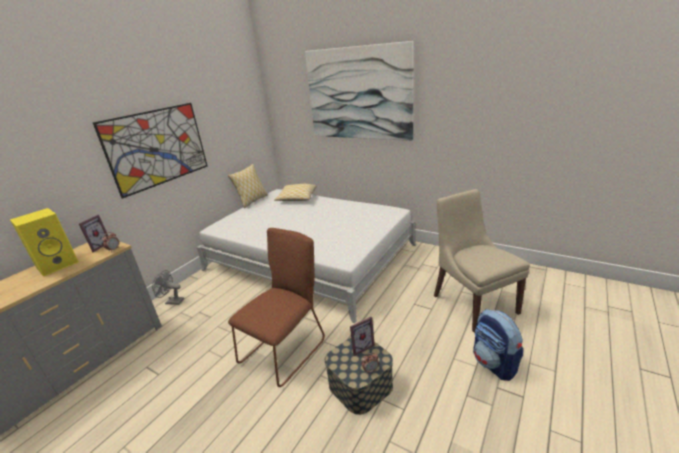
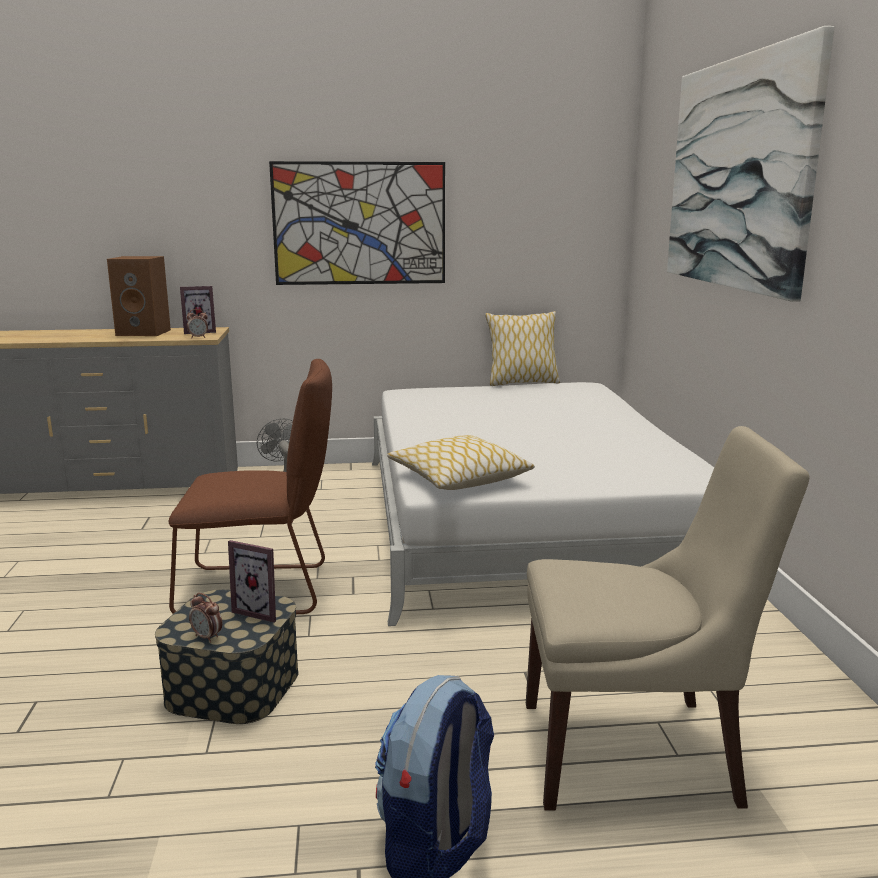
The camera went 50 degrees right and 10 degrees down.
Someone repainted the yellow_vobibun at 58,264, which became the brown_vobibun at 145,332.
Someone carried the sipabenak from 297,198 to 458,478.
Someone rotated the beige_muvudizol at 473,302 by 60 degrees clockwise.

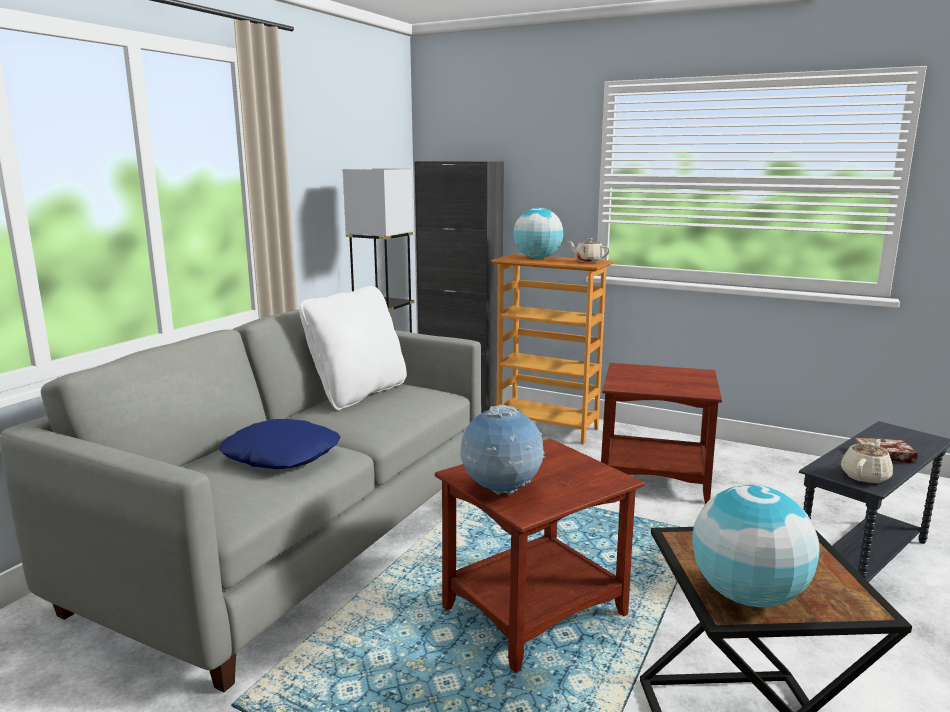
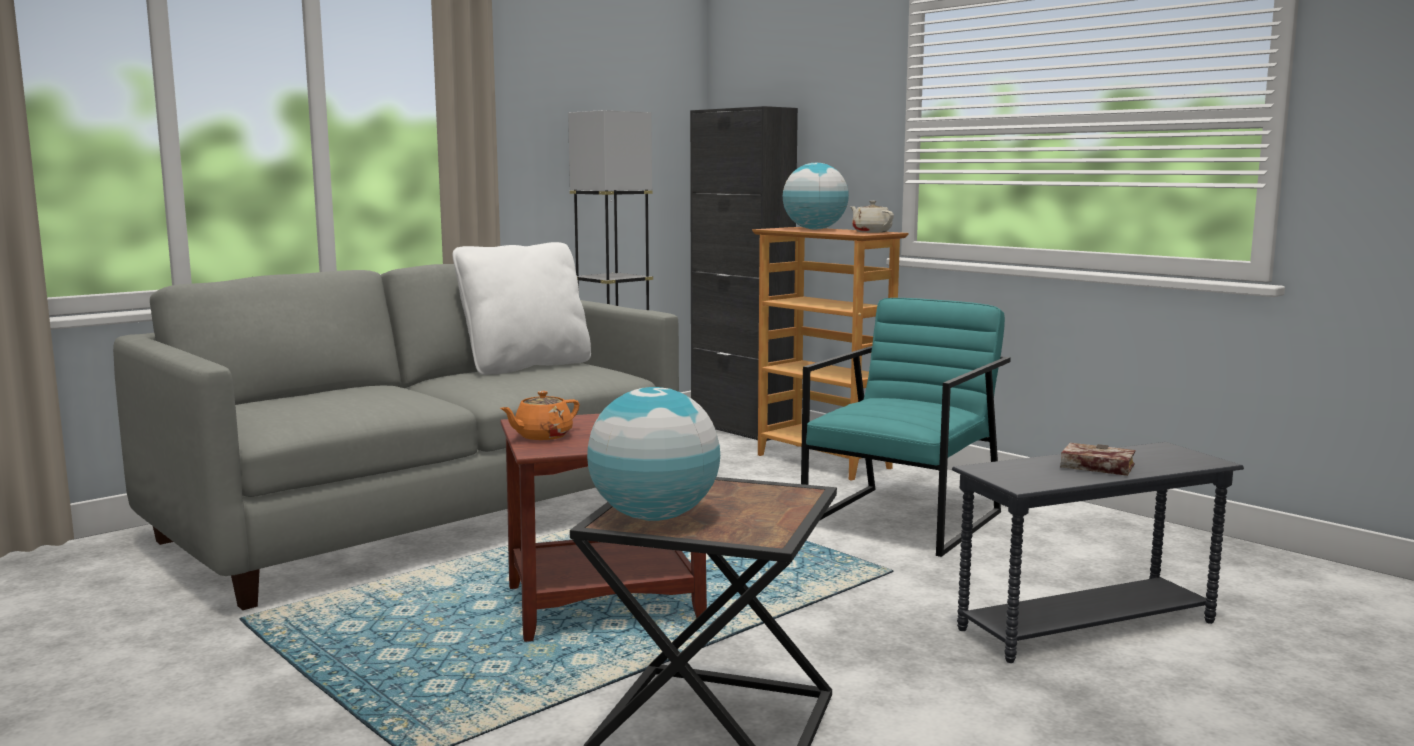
The camera went 20 degrees right and 5 degrees down.
Someone took away the blue_sipabenak at 282,455.
Someone swapped the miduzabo at 501,491 for the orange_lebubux at 542,436.
Someone swapped the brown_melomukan at 654,478 for the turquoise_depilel at 903,520.
Someone took away the beige_lebubux at 865,476.

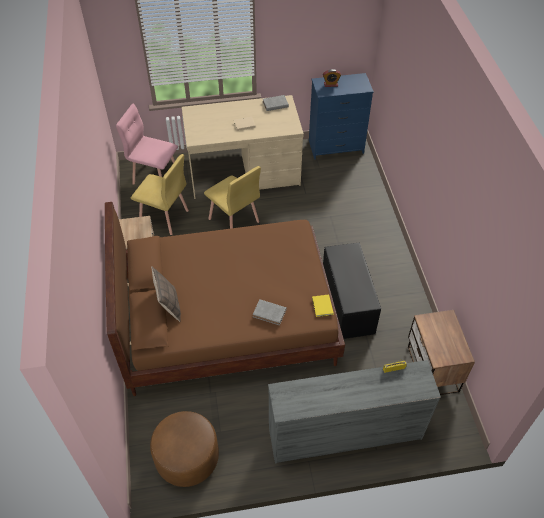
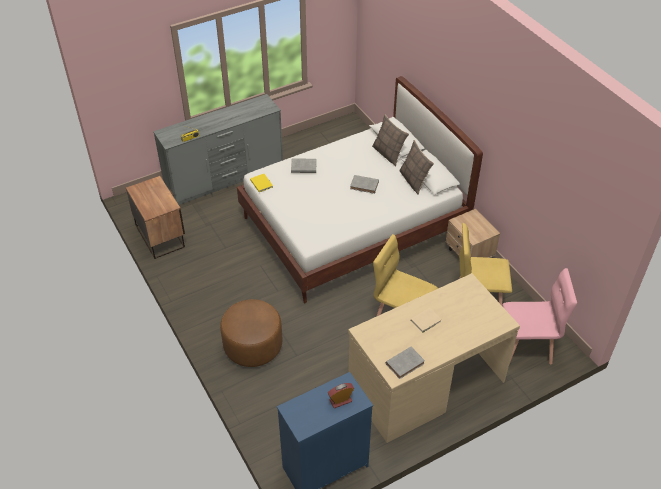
The camera went 160 degrees right and 5 degrees down.
Someone repainted the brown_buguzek at 227,319, which became the white_buguzek at 353,226.
Someone carried the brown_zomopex from 187,458 to 253,345.
Someone took away the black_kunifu at 346,303.
Someone put down the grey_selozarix at 365,185.
Someone put down the sipabenak at 414,181.

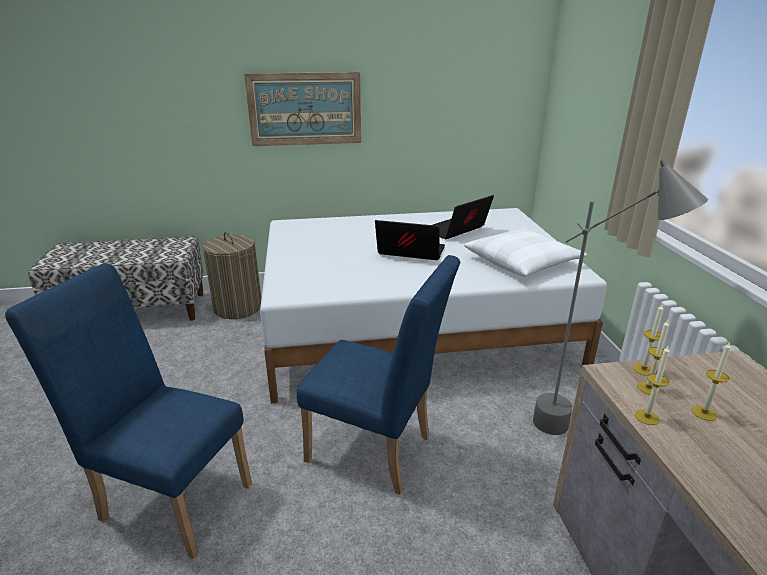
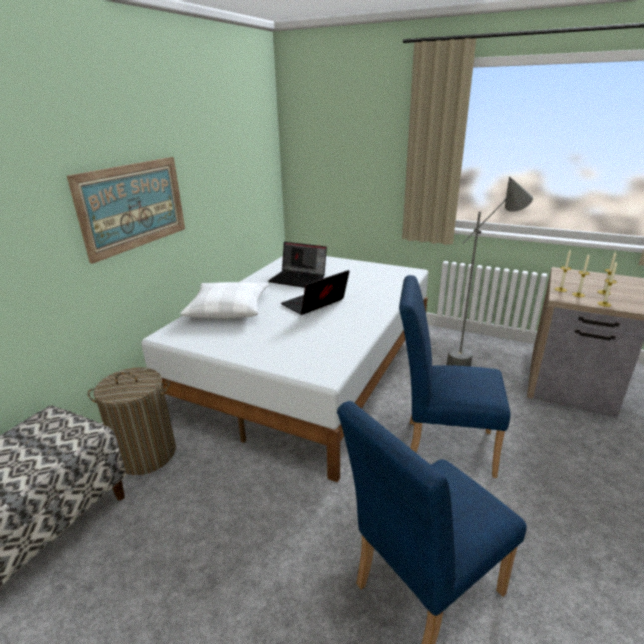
The camera went 55 degrees left and 0 degrees up.
Someone rotated the blue_muvudizol at 377,452 by 135 degrees counterclockwise.
Someone rotated the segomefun at 455,230 by 60 degrees counterclockwise.
Someone carried the white_sipabenak from 522,262 to 228,308.

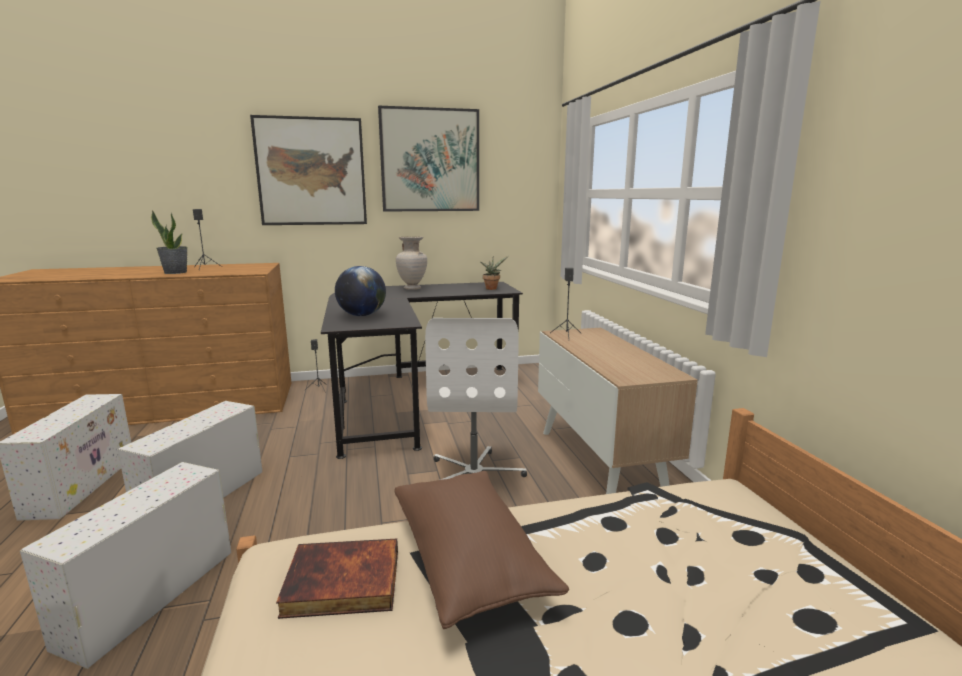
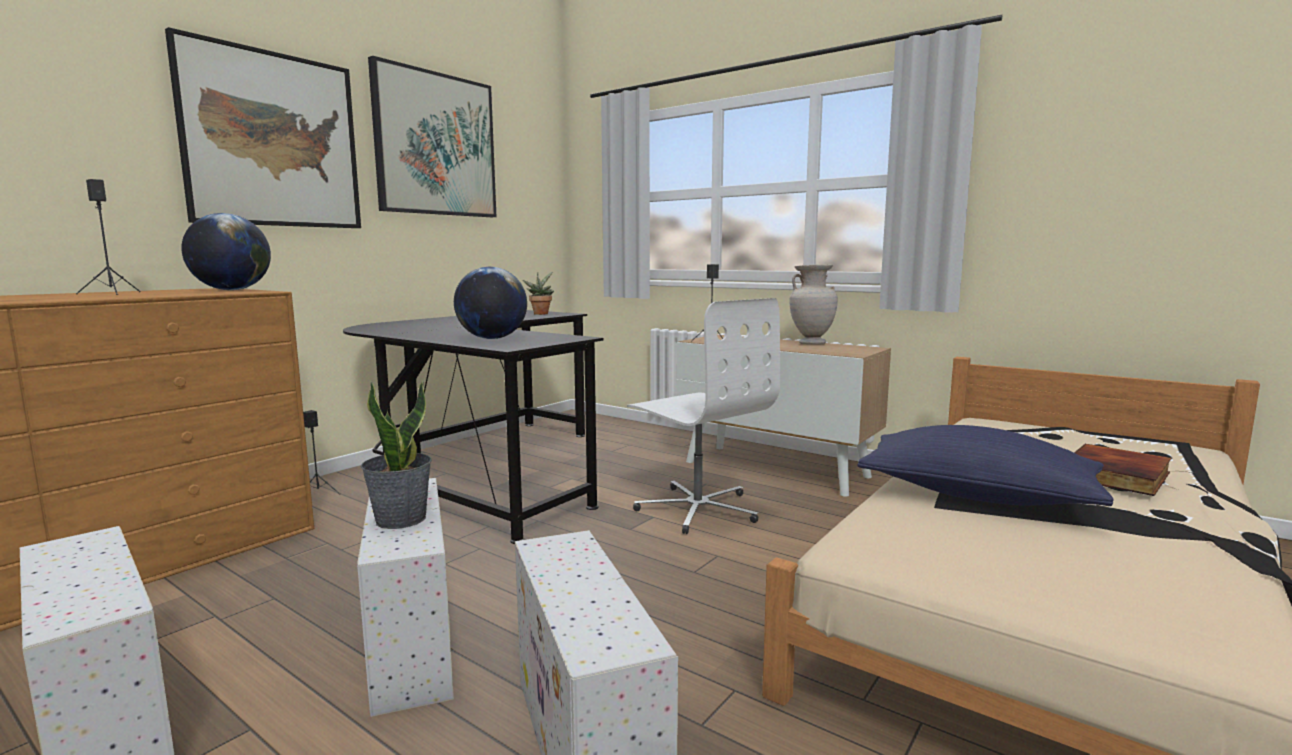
The camera went 40 degrees left and 5 degrees down.
Someone carried the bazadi from 175,272 to 400,519.
Someone carried the selozarix from 341,584 to 1118,475.
Someone repainted the brown_sipabenak at 469,560, which became the blue_sipabenak at 976,495.
Someone carried the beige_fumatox from 412,288 to 811,343.
Someone put down the miduzabo at 231,290.

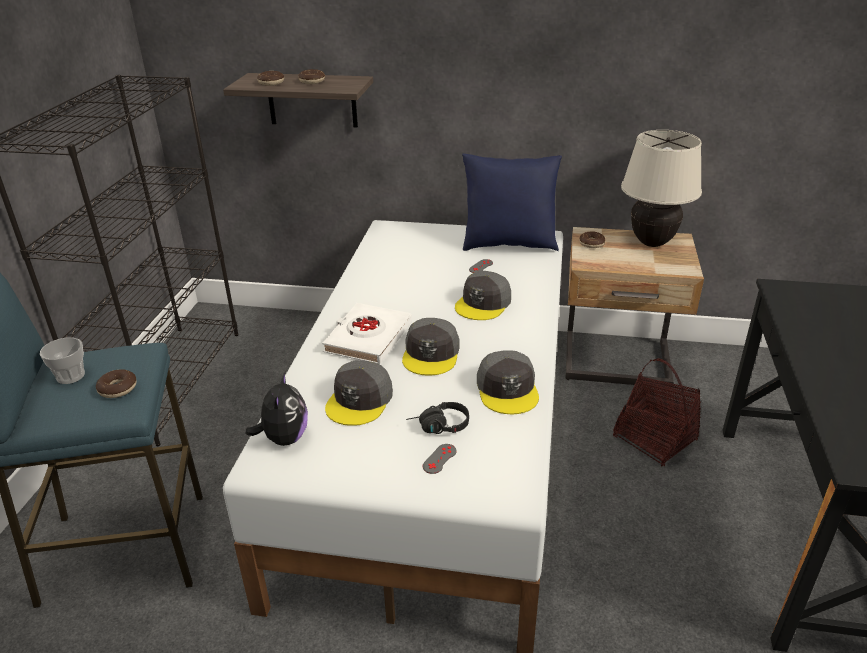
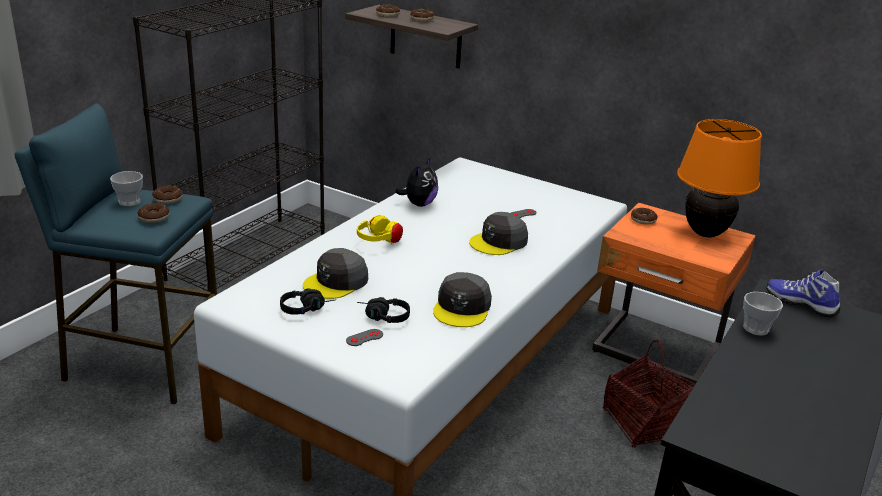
The camera went 20 degrees right and 5 degrees down.
Someone carried the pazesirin from 284,438 to 419,204.
Someone swapped the white_selozarix at 368,338 for the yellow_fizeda at 378,242.
Someone took away the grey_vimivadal at 431,354.
Someone took away the blue_sipabenak at 509,244.
Someone repainted the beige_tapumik at 617,363, which became the orange_tapumik at 656,352.
Someone repainted the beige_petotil at 651,242, which became the orange_petotil at 705,233.
Someone put down the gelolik at 168,199.
Someone put down the black_fizeda at 307,308.
Someone put down the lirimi at 756,328.
Someone put down the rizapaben at 801,303.

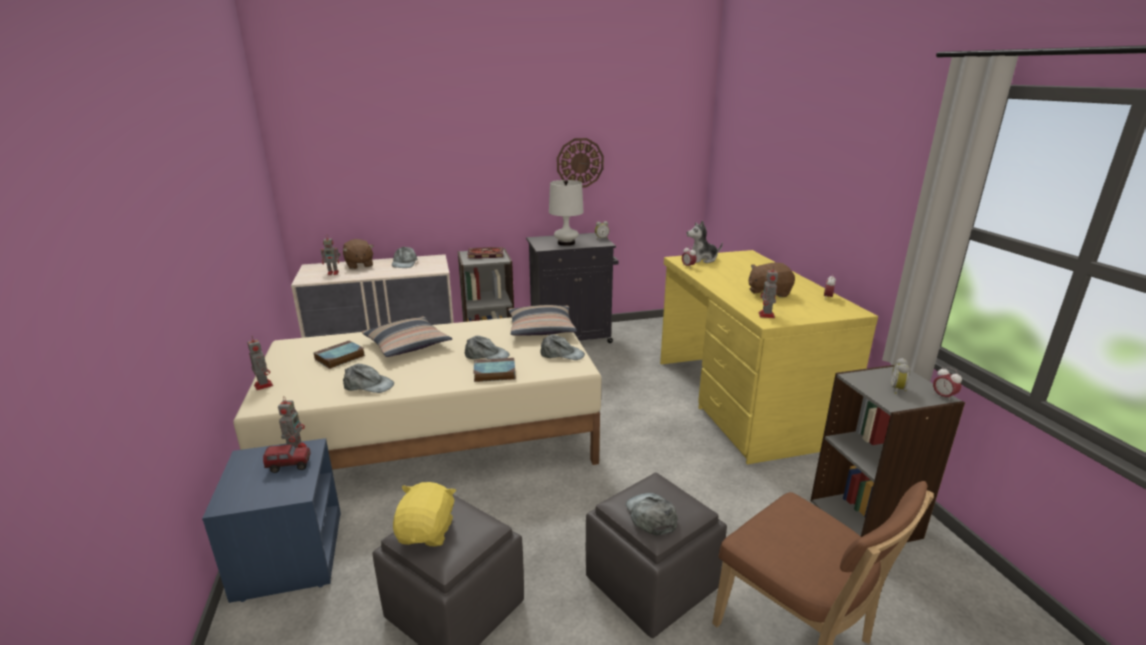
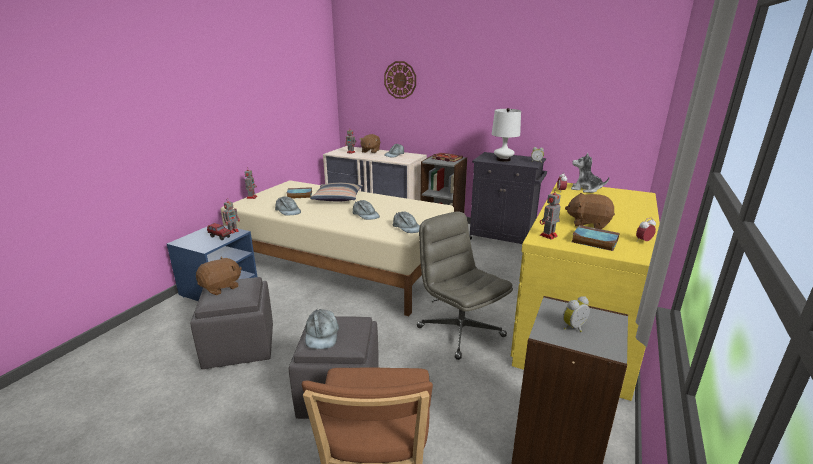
The camera went 40 degrees right and 0 degrees up.
Someone repainted the yellow_pazesirin at 427,532, which became the brown_pazesirin at 221,287.
Someone carried the selozarix from 493,373 to 593,241.
Someone took away the sipabenak at 541,329.
Someone carried the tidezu from 580,163 to 400,80.
Someone rotated the grey_vimivadal at 651,515 by 150 degrees clockwise.
Someone took away the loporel at 943,397.
Someone put down the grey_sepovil at 459,331.

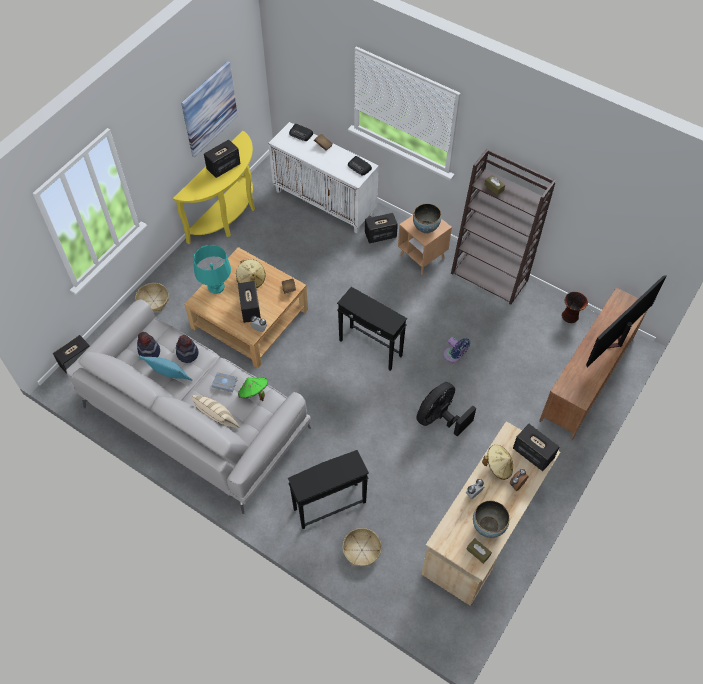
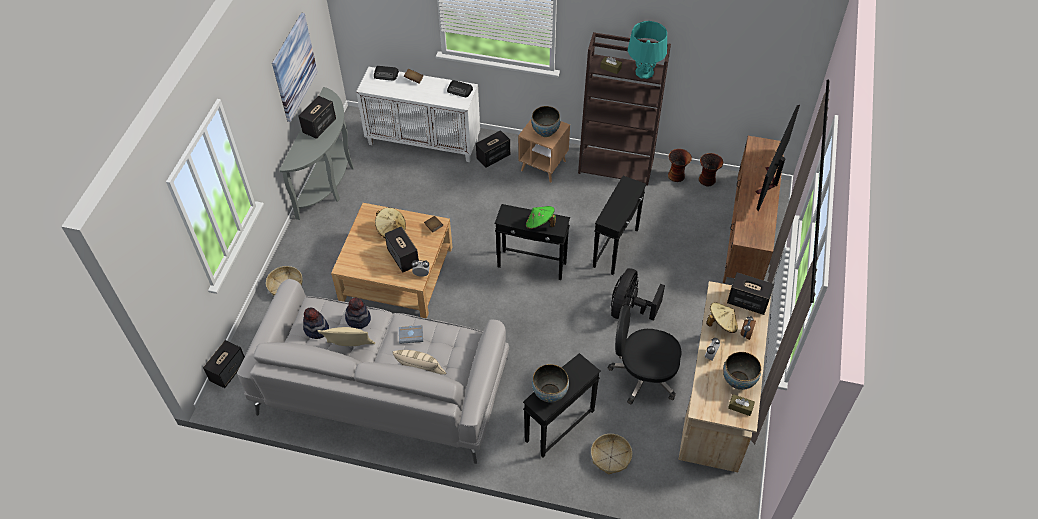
The camera went 20 degrees left and 5 degrees down.
Someone repainted the turquoise_sipabenak at 170,377, which became the beige_sipabenak at 350,348.
Someone repainted the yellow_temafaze at 228,216, which became the grey_temafaze at 329,181.
Someone carried the turquoise_petotil from 216,287 to 644,72.
Someone carried the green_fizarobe from 254,393 to 540,224.
Someone swapped the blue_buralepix at 454,356 for the black_melomukan at 616,248.
Someone put down the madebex at 550,393.
Someone put down the black_sepovil at 643,375.
Someone put down the fumatox at 676,175.

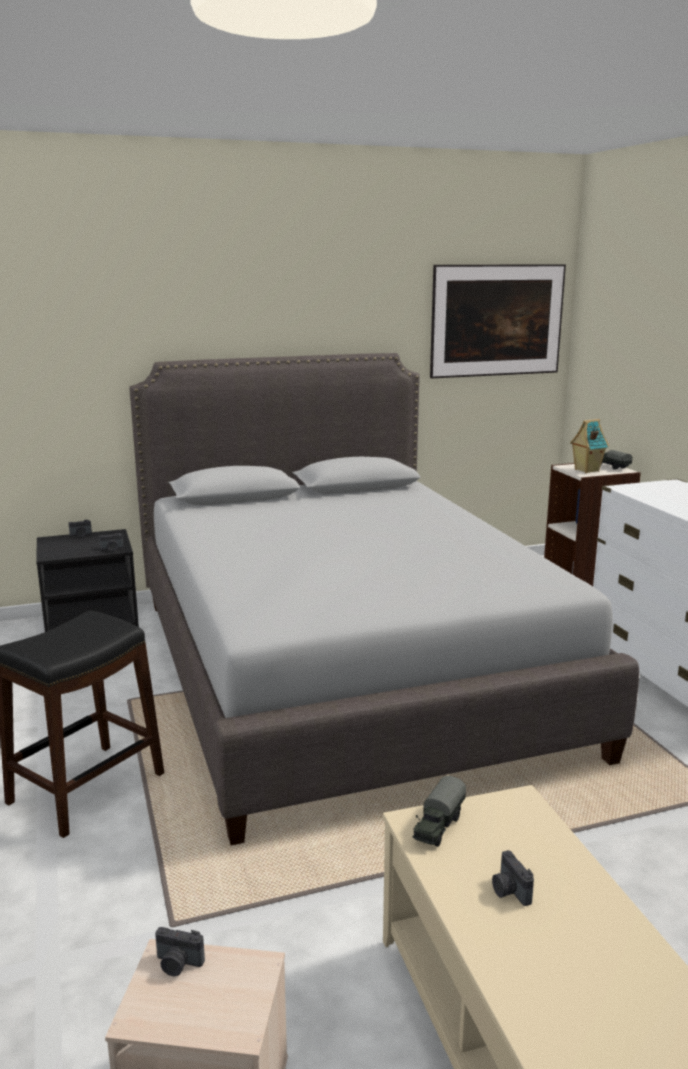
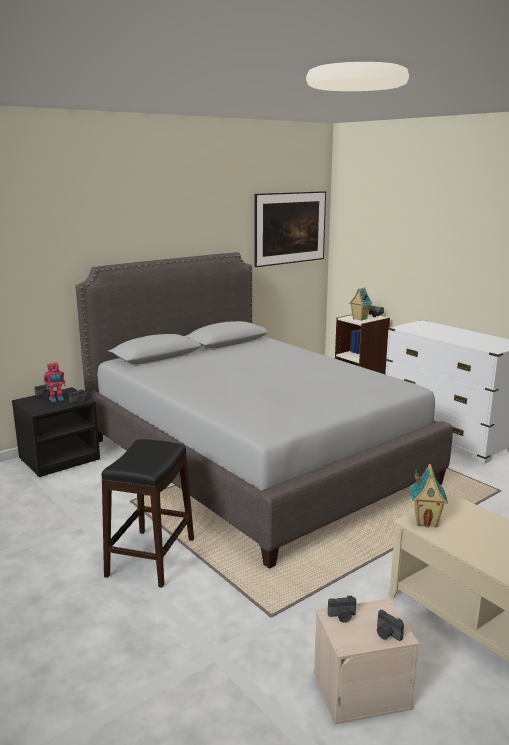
The camera went 20 degrees left and 0 degrees up.
Someone swapped the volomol at 438,826 for the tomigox at 426,521.
Someone carried the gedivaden from 509,891 to 387,634.
Someone put down the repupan at 56,399.

